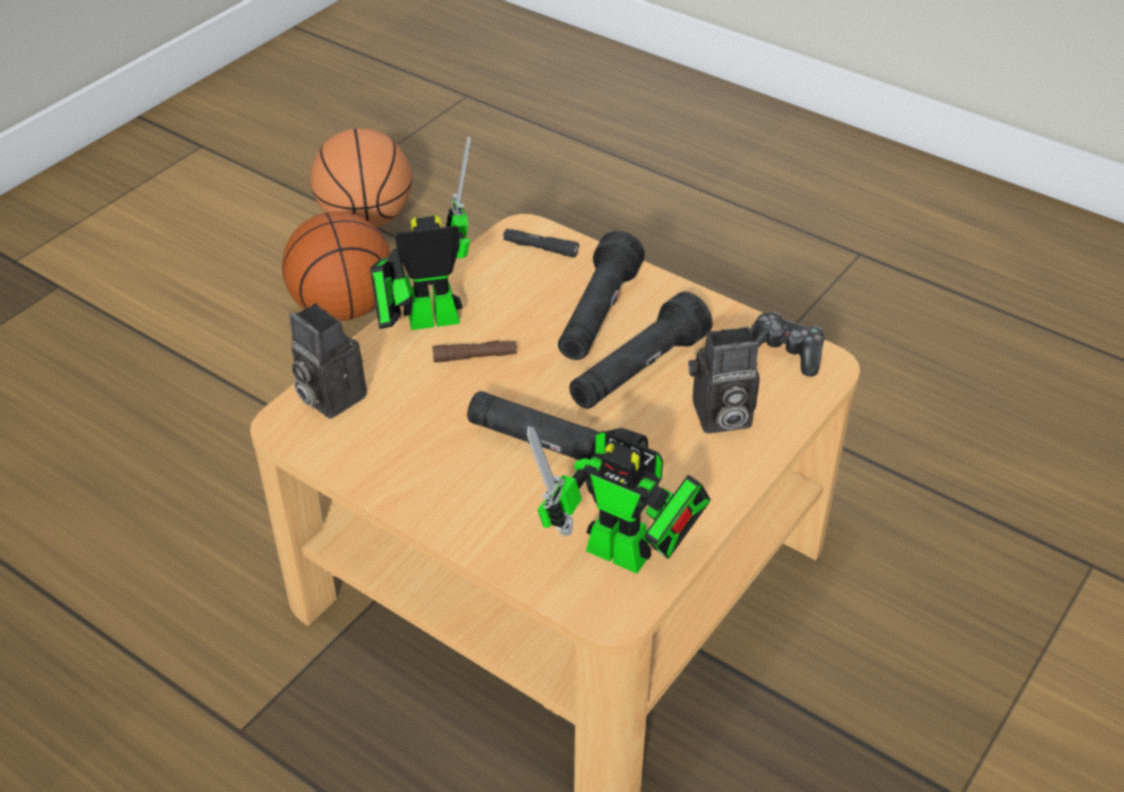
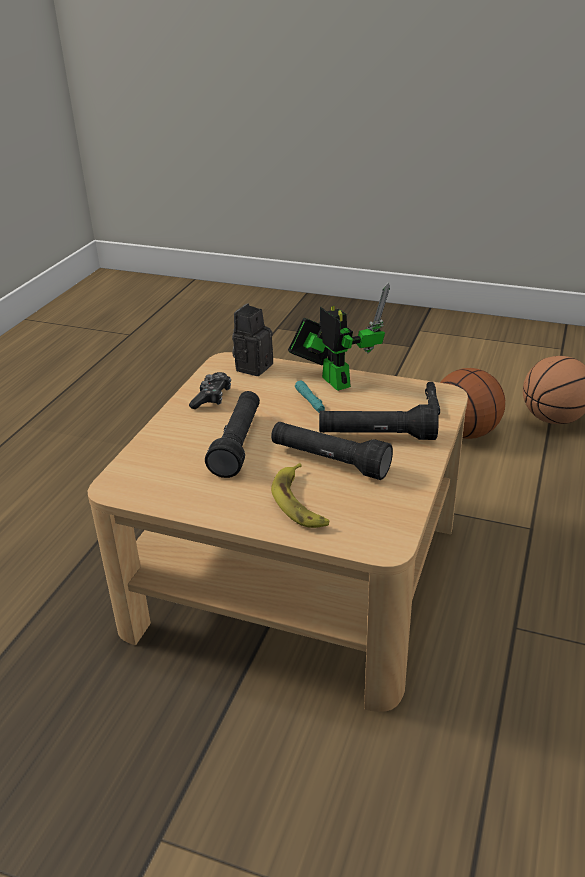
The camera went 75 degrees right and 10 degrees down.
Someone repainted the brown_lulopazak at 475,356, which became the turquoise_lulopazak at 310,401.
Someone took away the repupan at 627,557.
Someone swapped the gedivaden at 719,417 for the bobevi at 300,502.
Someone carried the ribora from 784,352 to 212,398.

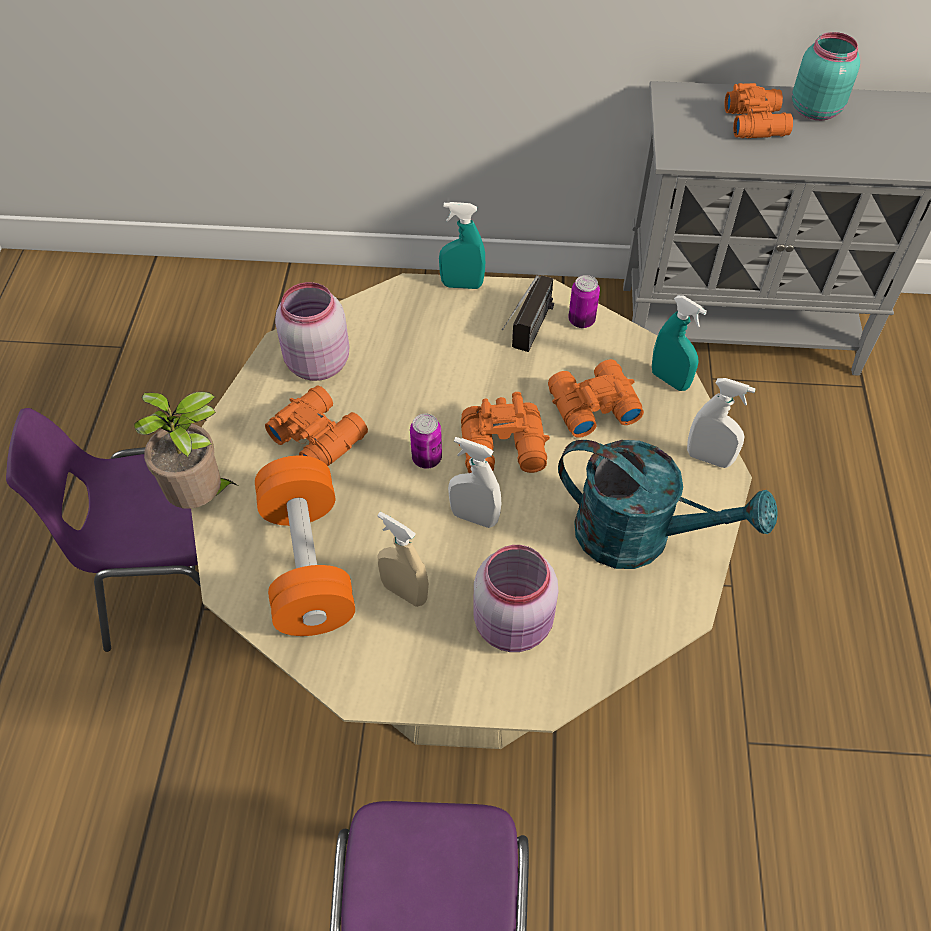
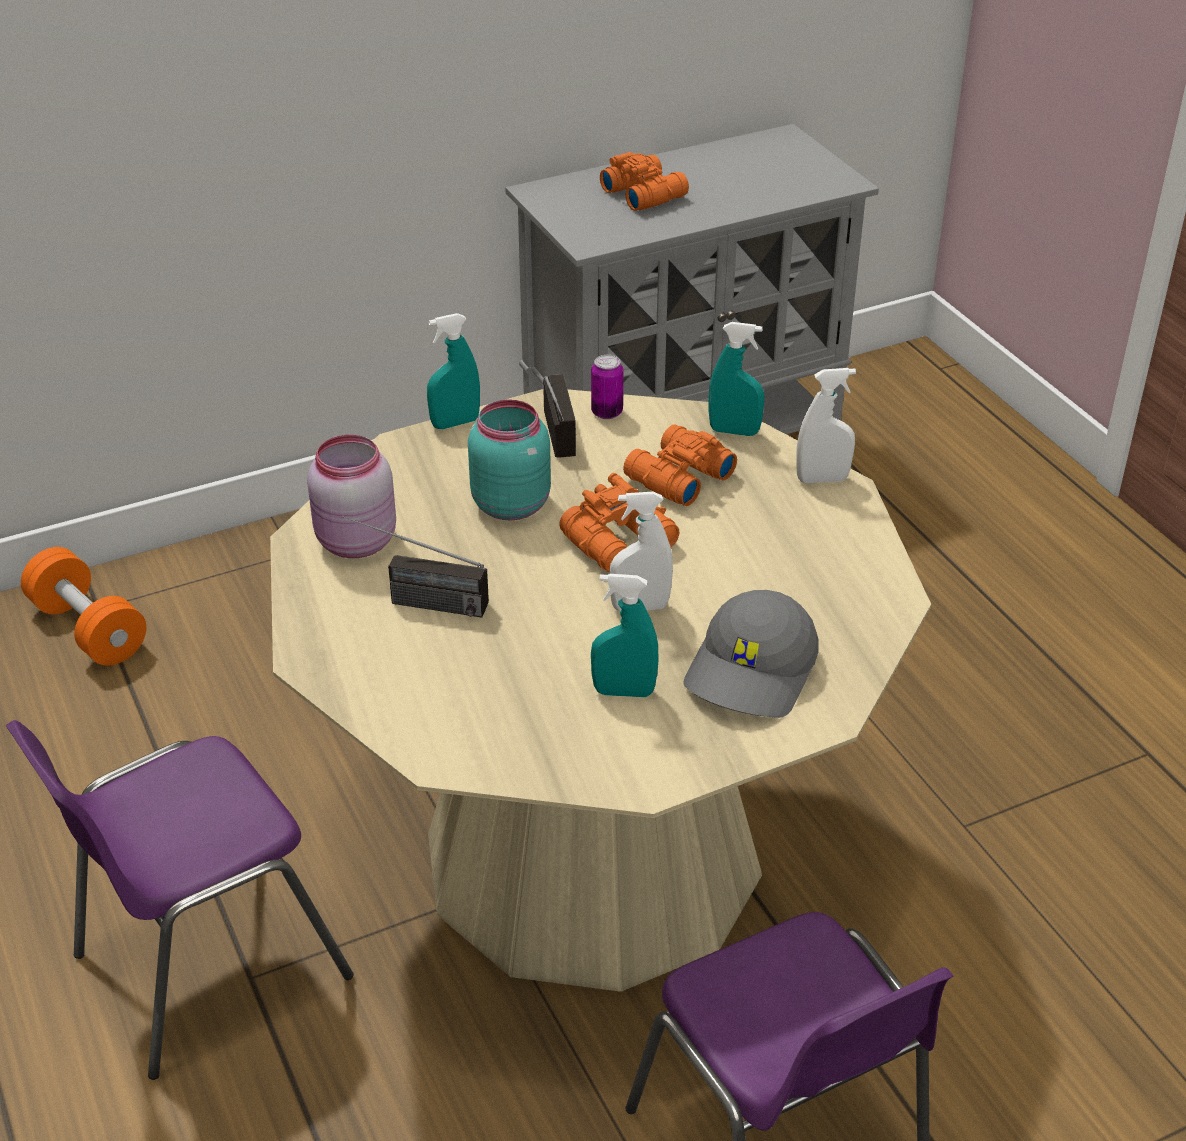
The camera went 30 degrees left and 15 degrees down.
Someone took away the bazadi at 202,498.
Someone carried the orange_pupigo from 308,564 to 88,629.
Someone swapped the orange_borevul at 318,435 for the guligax at 414,601.
Someone repainted the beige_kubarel at 404,592, which became the turquoise_kubarel at 624,692.
Someone took away the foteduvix at 427,458.
Someone swapped the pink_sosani at 515,624 for the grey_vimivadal at 753,672.
Someone took away the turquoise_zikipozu at 640,537.
Someone carried the turquoise_sosani from 815,109 to 510,503.

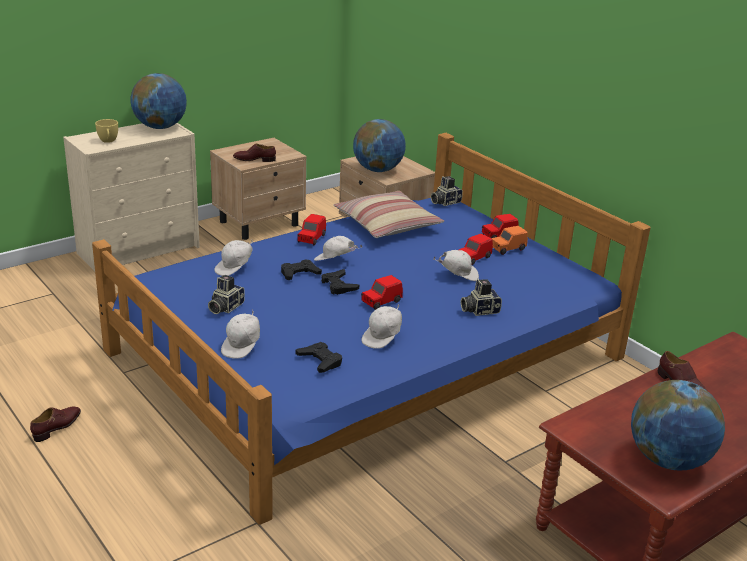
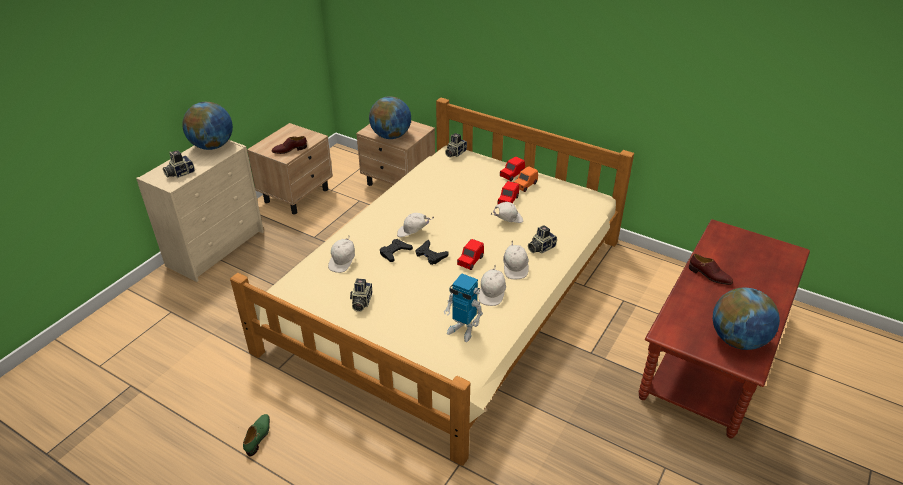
The camera went 20 degrees left and 10 degrees up.
Someone repainted the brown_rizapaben at 57,427, which became the green_rizapaben at 258,436.
Someone repainted the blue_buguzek at 367,355, which became the beige_buguzek at 449,294.
Someone swapped the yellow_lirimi at 108,141 for the gedivaden at 179,173.
Someone carried the white_vimivadal from 242,346 to 515,268.
Someone swapped the black_ribora at 320,361 for the repupan at 462,329.
Someone took away the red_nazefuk at 311,239.
Someone took away the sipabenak at 387,224.

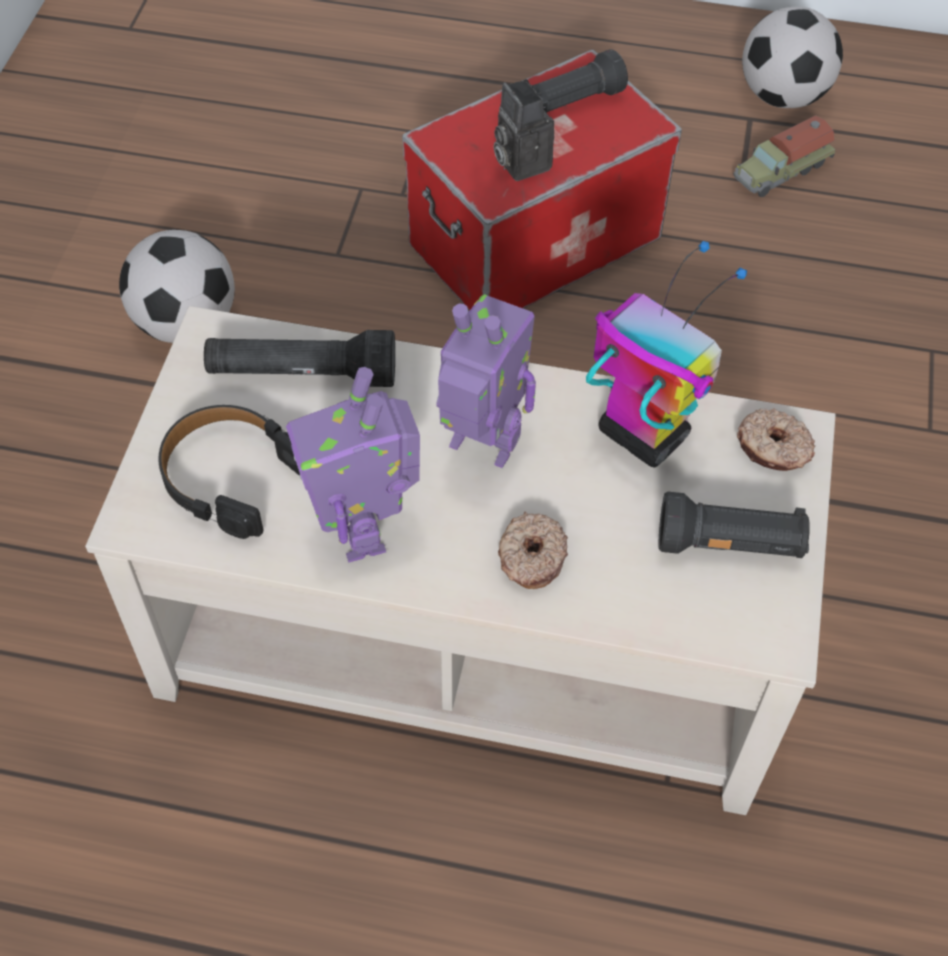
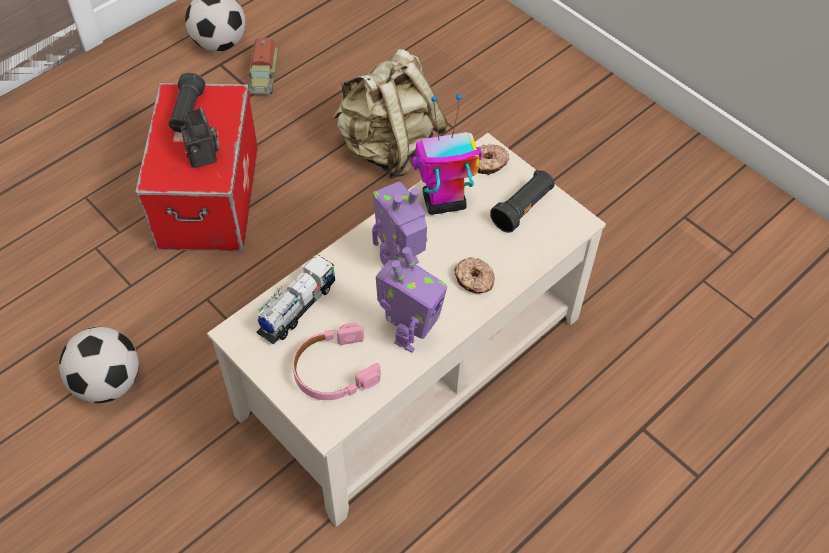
The camera went 55 degrees left and 0 degrees up.
Someone repainted the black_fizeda at 232,476, which became the pink_fizeda at 334,370.
Someone swapped the black_lulopazak at 302,375 for the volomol at 297,308.
Someone rotated the repupan at 363,531 by 75 degrees counterclockwise.
Someone rotated the gedivaden at 519,162 by 120 degrees counterclockwise.
Someone put down the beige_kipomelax at 389,148.

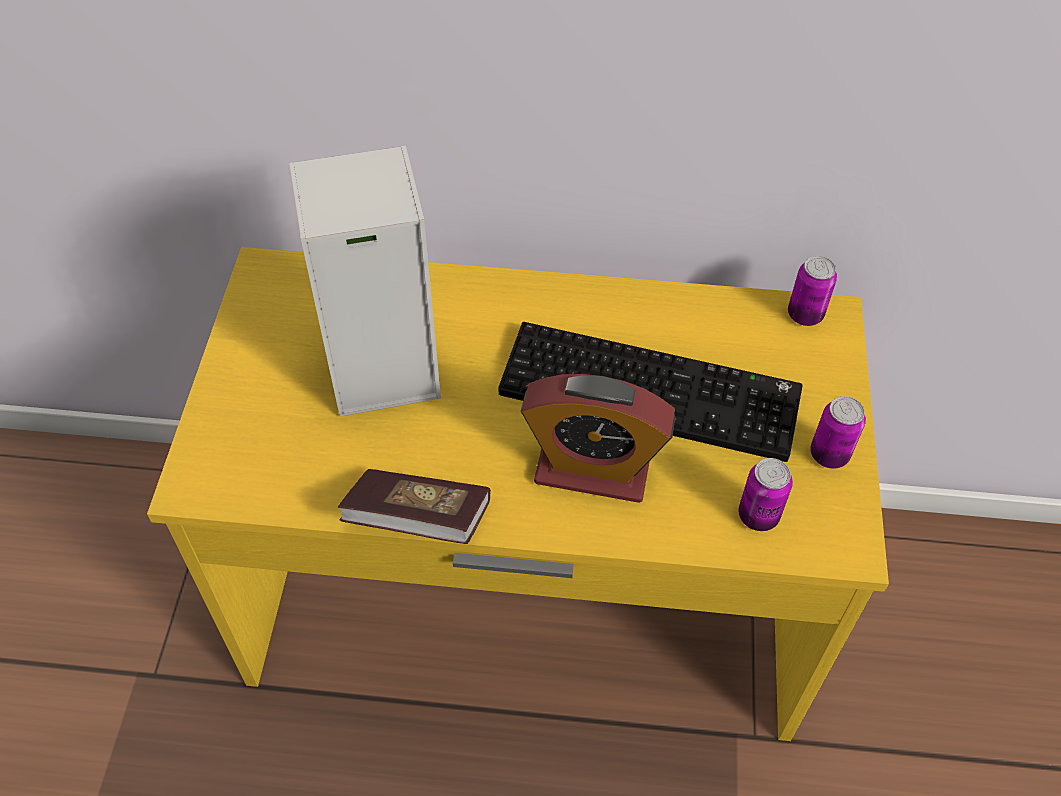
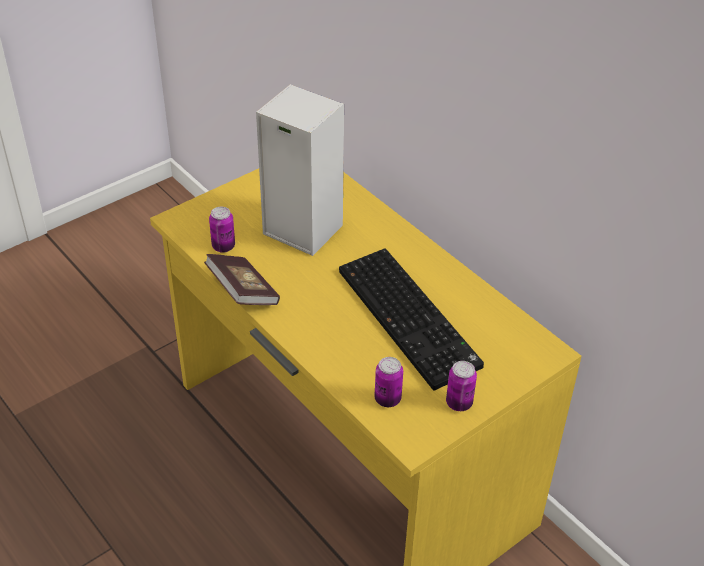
The camera went 45 degrees right and 10 degrees down.
Someone took away the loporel at 592,469.
Someone carried the foteduvix from 805,315 to 223,246.

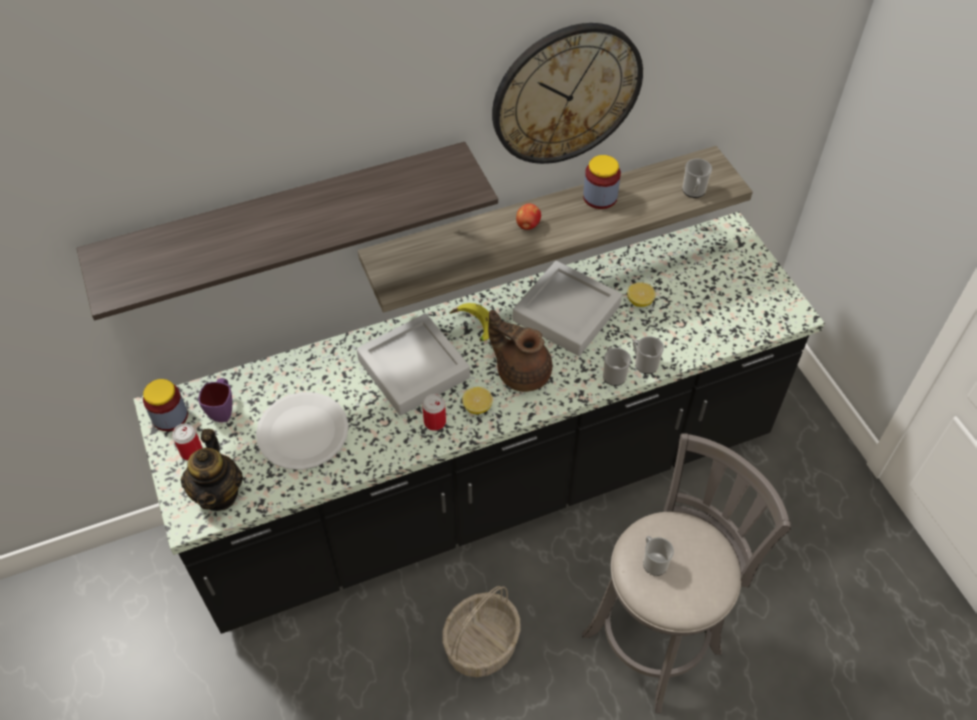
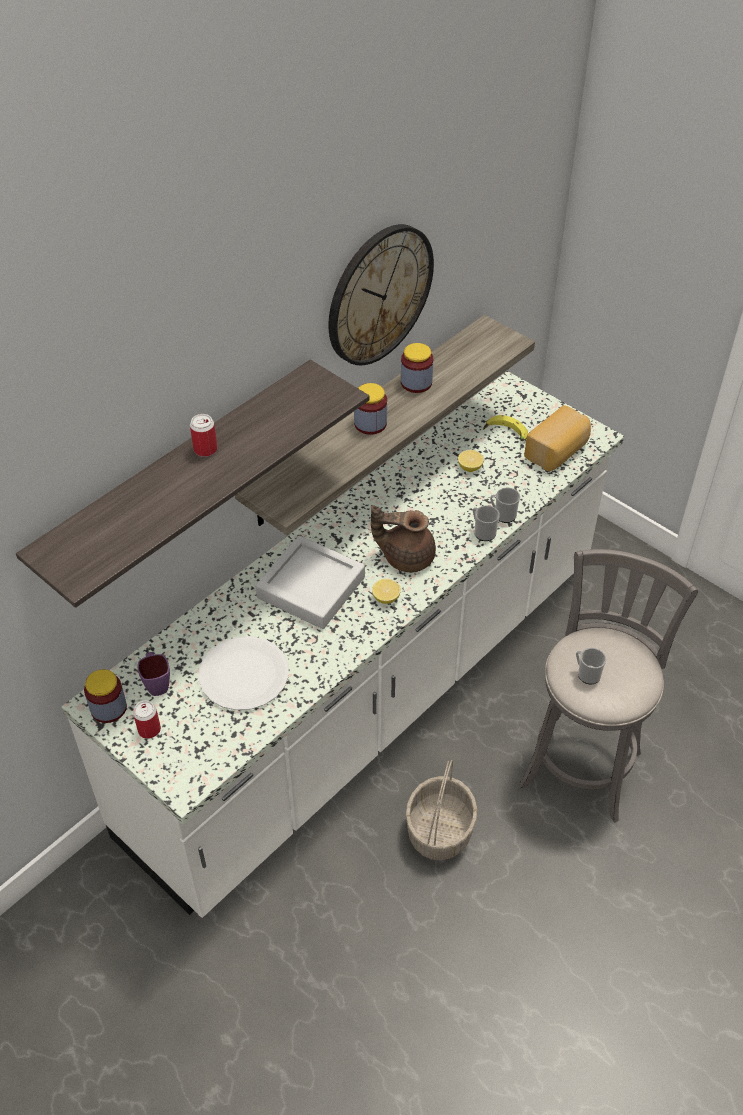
The camera went 25 degrees left and 5 degrees down.
Someone repainted the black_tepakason at 488,487, which became the white_tepakason at 371,697.
Someone took away the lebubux at 219,493.
Someone carried the foteduvix from 435,422 to 205,449.
Someone carried the bobevi from 472,326 to 505,434.
Someone took away the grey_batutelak at 566,313.
Someone swapped the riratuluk at 527,225 for the sosani at 370,423.
Someone took away the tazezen at 693,192.
Someone put down the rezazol at 557,451.

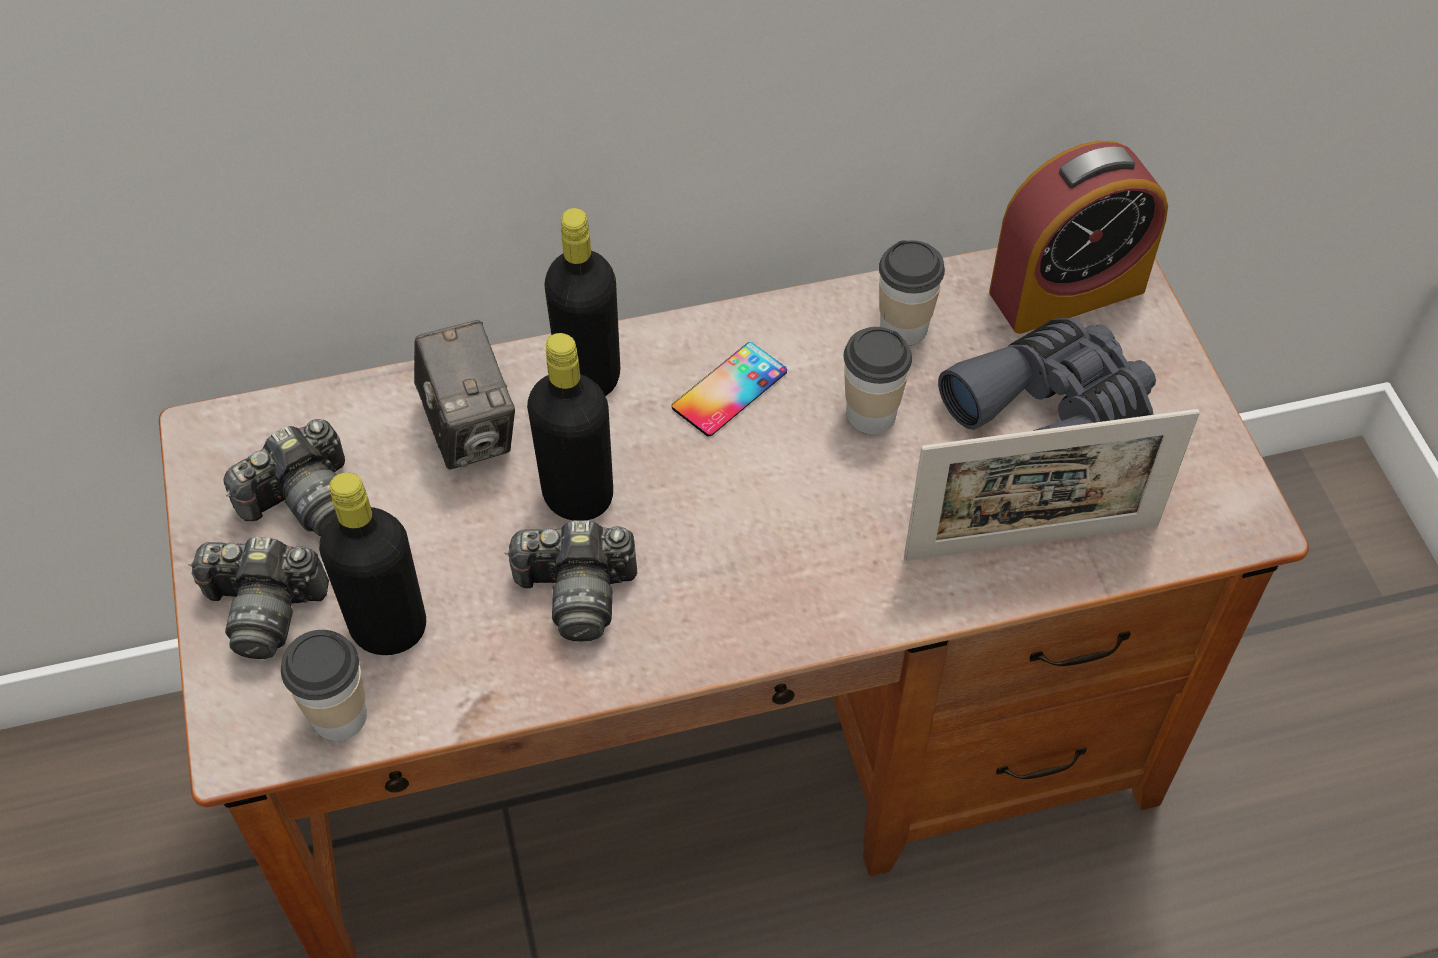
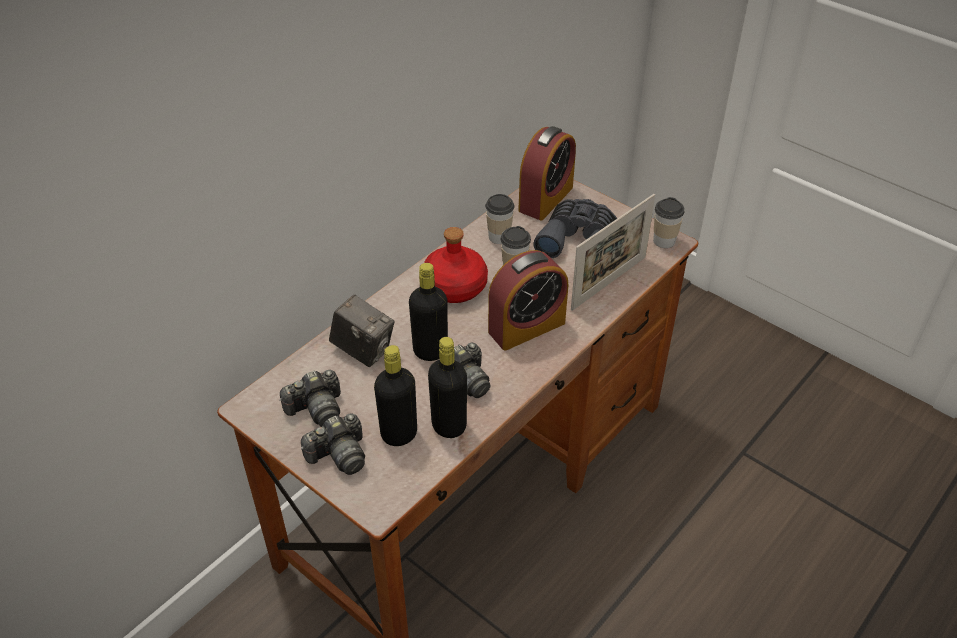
The camera went 35 degrees left and 10 degrees down.
Someone rotated the gedivaden at 303,500 by 45 degrees clockwise.
Someone carried the lirimi from 338,715 to 664,241.
Someone carried the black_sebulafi from 589,377 to 449,426.
Someone swapped the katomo at 729,389 for the red_sebulafi at 454,287.
Someone put down the loporel at 526,327.

